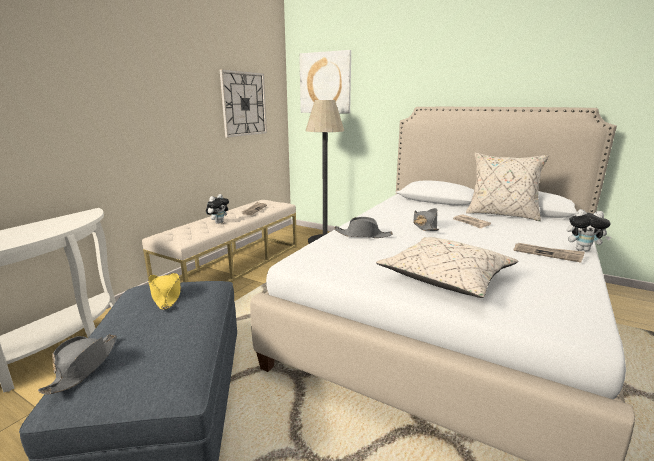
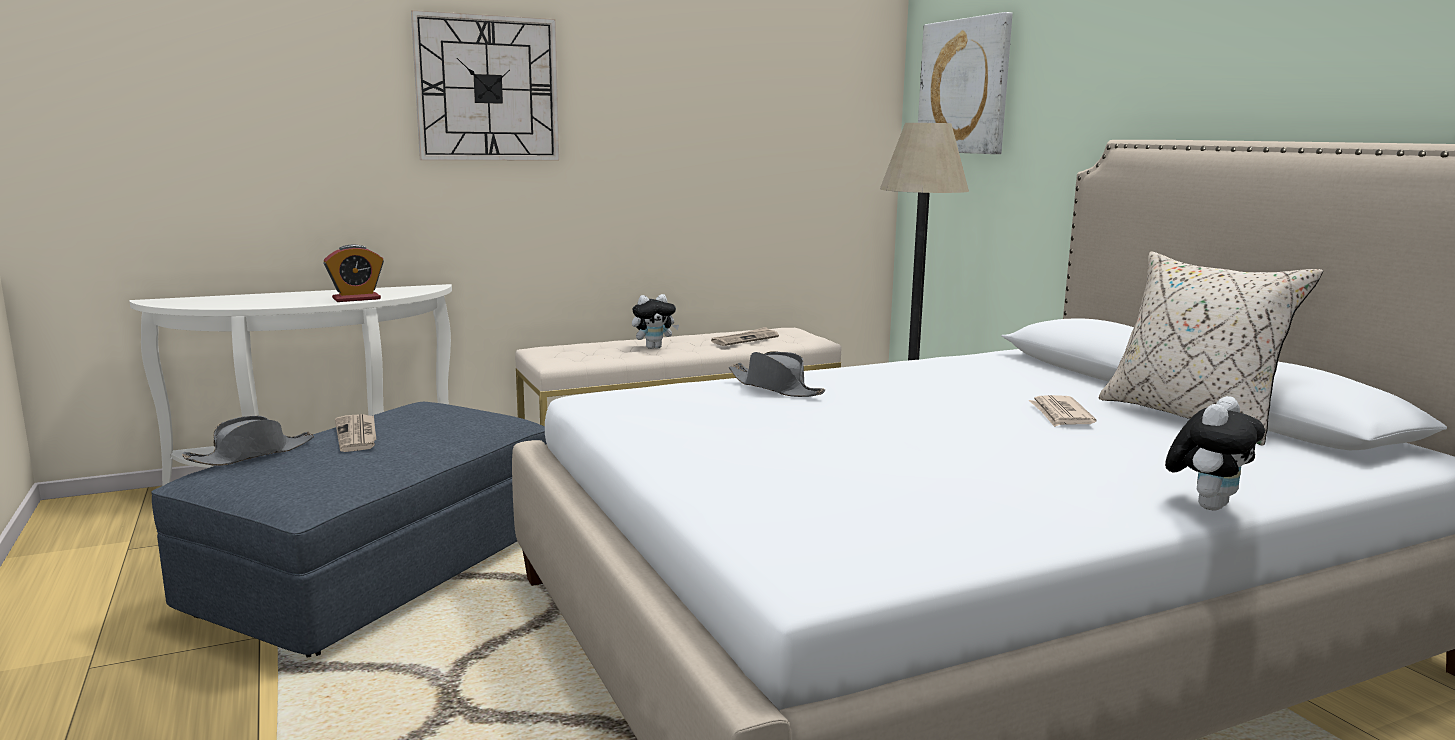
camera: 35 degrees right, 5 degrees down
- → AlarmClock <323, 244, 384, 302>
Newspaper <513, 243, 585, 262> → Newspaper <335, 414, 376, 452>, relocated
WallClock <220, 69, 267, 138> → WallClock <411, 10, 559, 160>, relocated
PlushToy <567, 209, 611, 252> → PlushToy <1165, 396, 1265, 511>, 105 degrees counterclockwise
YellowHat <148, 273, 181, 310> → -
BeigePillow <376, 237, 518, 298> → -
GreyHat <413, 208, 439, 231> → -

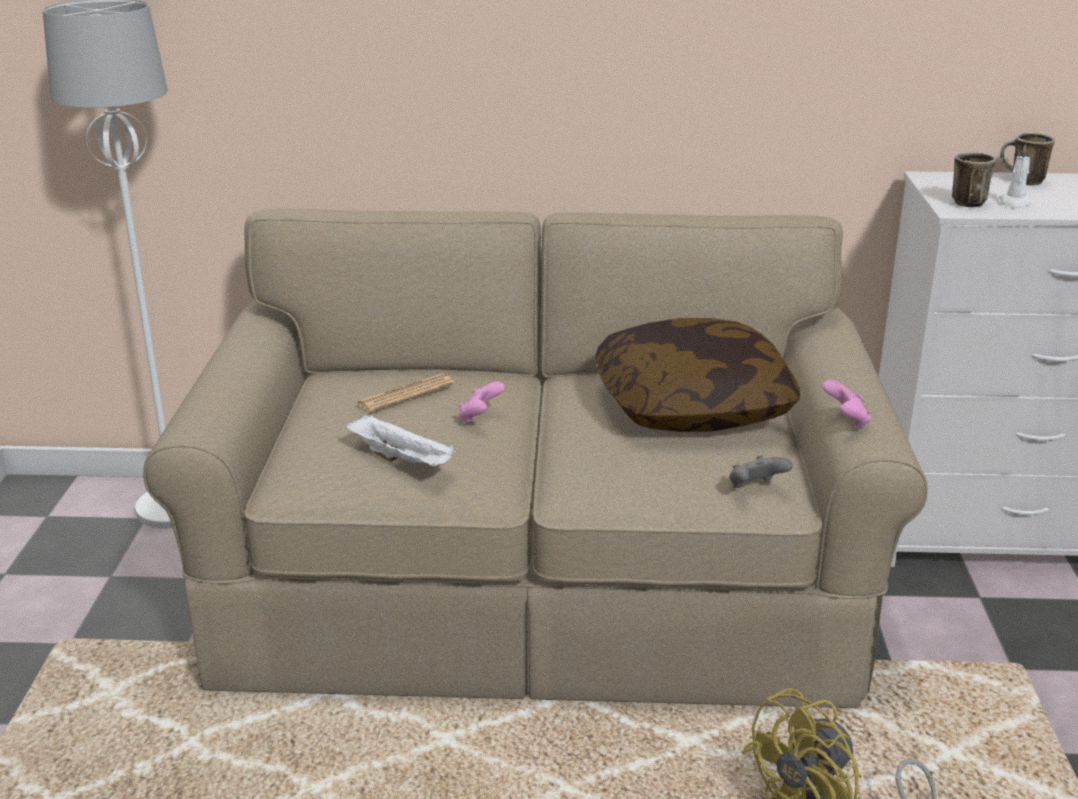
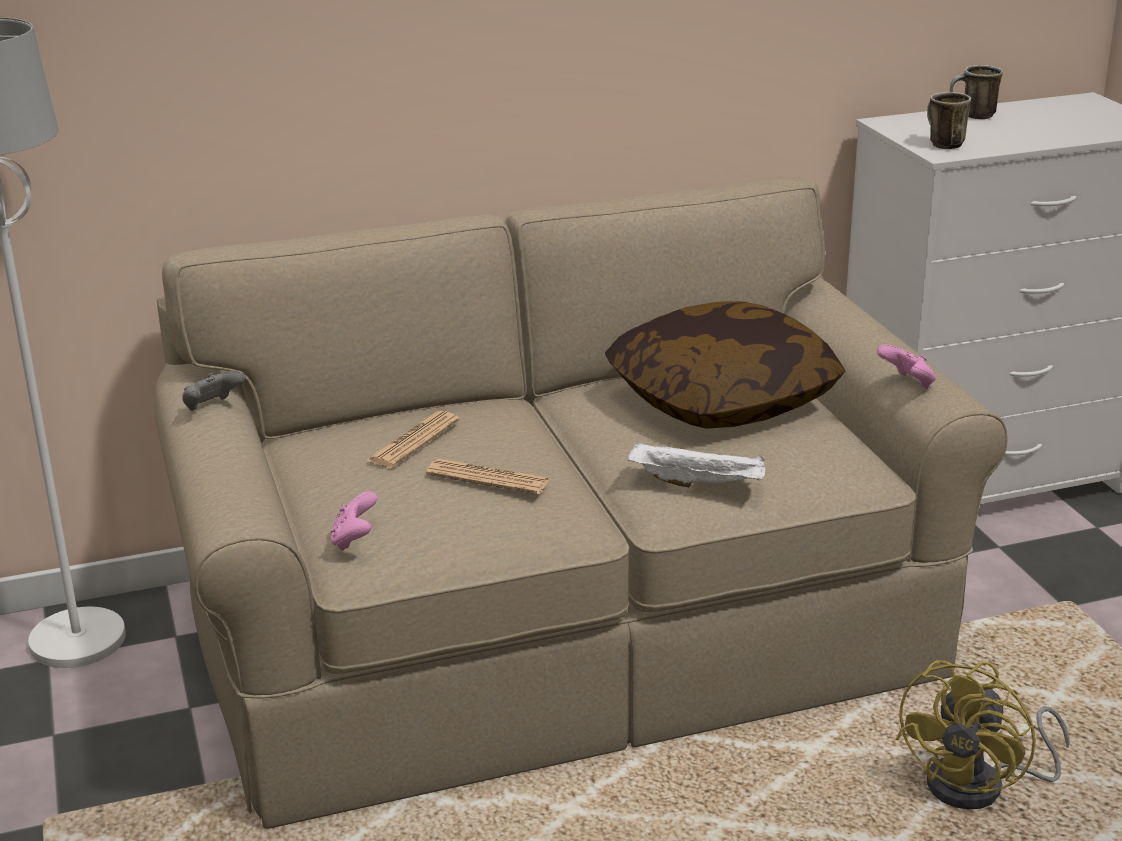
camera: 20 degrees left, 0 degrees up
GreyGameController <729, 455, 793, 488> → GreyGameController <182, 370, 245, 411>, relocated
PinkGameController <458, 381, 505, 424> → PinkGameController <330, 491, 377, 551>, relocated
- → Newspaper <426, 458, 550, 494>
WhiteTray <345, 415, 456, 466> → WhiteTray <627, 441, 766, 487>, relocated
WhiteCandle <999, 144, 1031, 209> → -

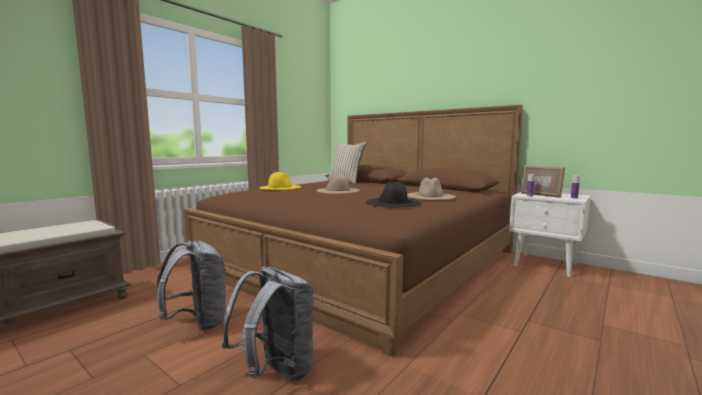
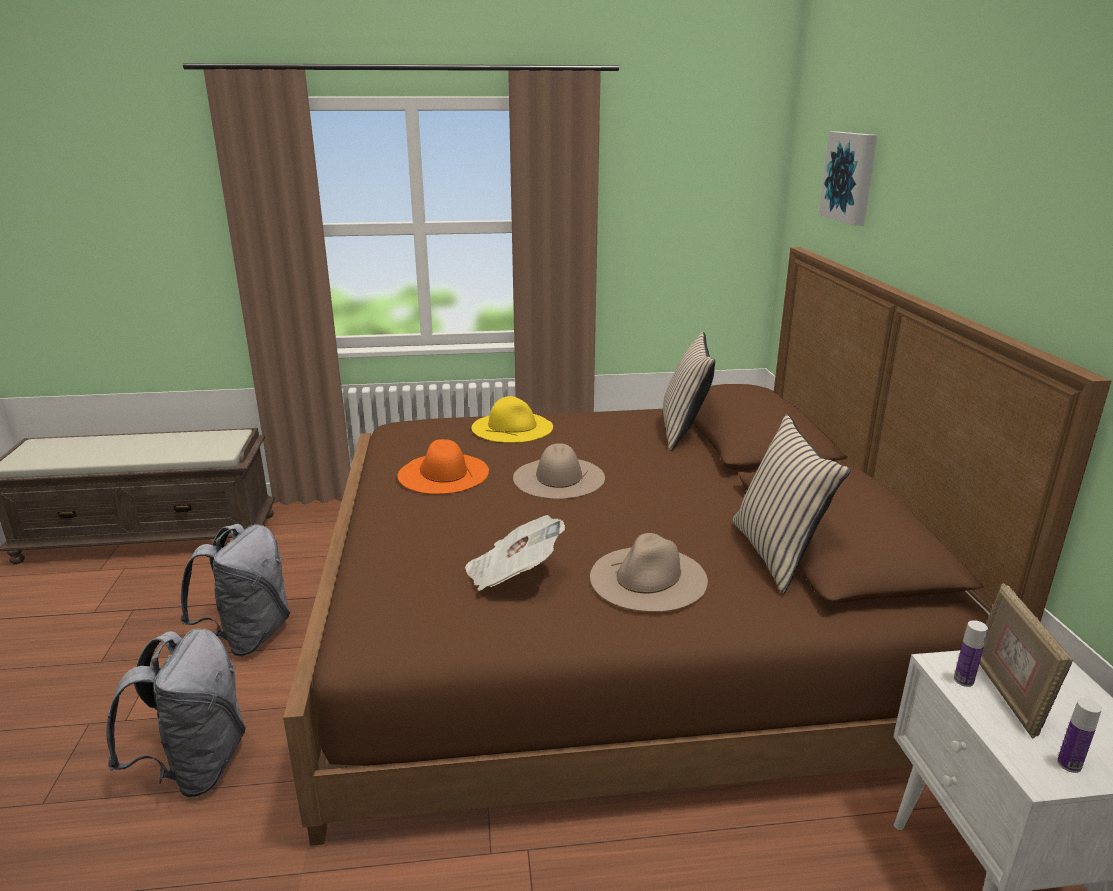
camera: 45 degrees right, 15 degrees up
- → OrangeHat <397, 439, 489, 494>
BlackHat <366, 182, 421, 208> → Newspaper <465, 515, 565, 591>
- → BeigePillow <733, 414, 851, 594>
- → Picture <819, 132, 877, 226>

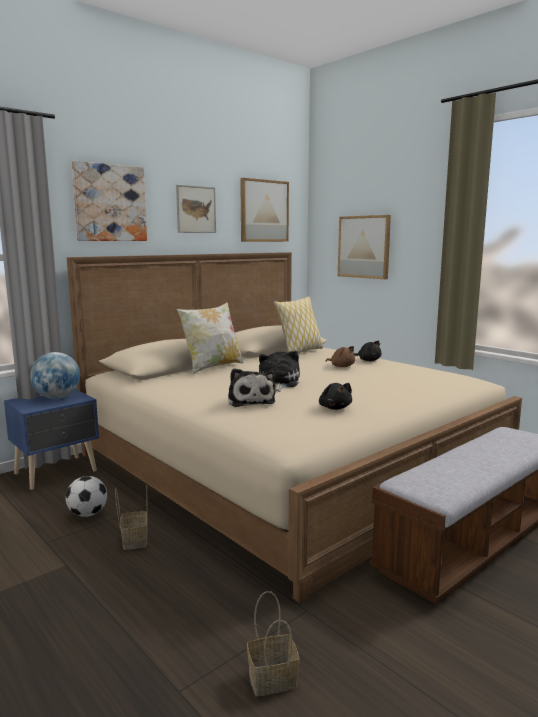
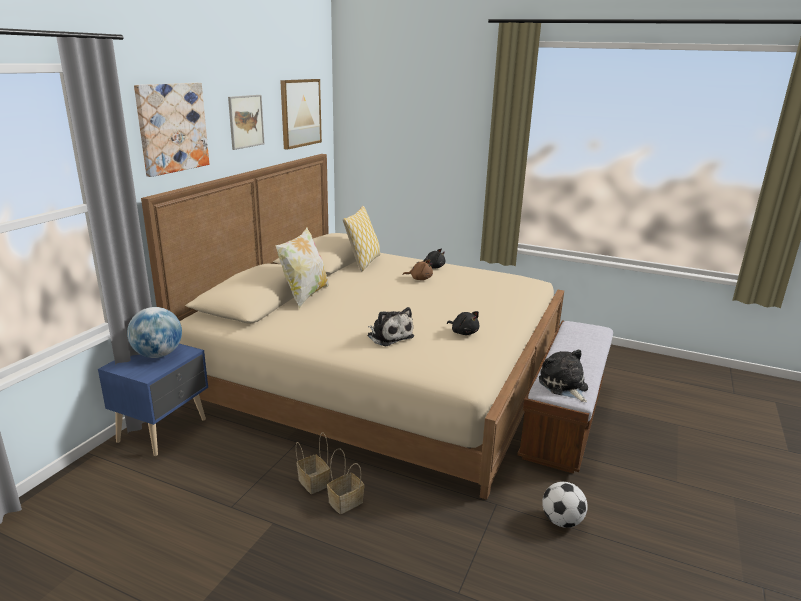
camera: 25 degrees left, 10 degrees up
Basket <247, 591, 300, 696> → Basket <327, 448, 365, 514>, relocated
PlushToy <259, 351, 300, 392> → PlushToy <539, 349, 588, 402>, relocated
Football <66, 476, 107, 517> → Football <542, 482, 588, 528>, relocated
Picture <338, 215, 391, 279> → -

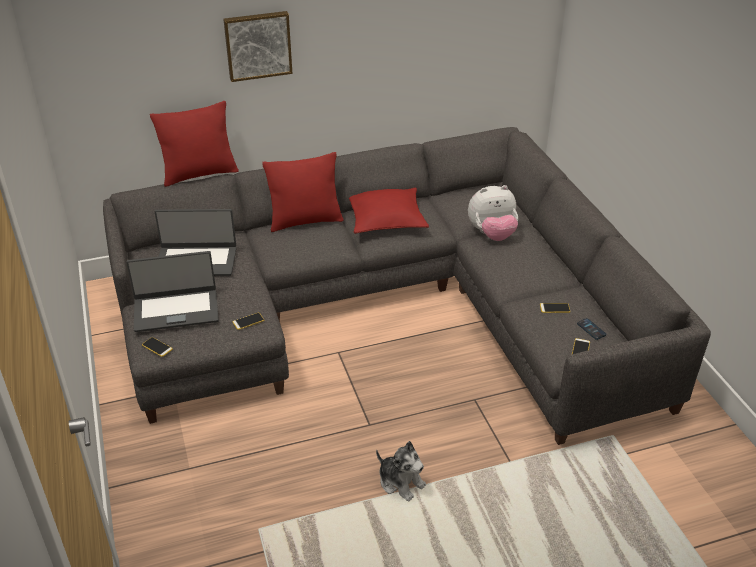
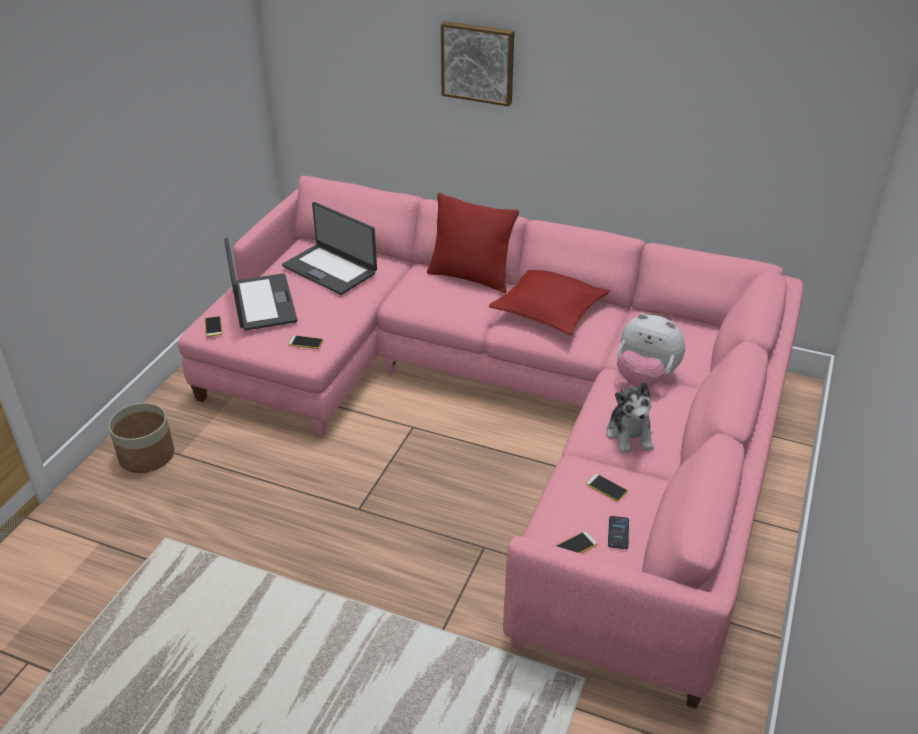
camera: 40 degrees right, 0 degrees up
- → Planter <108, 403, 174, 473>
GreySofa <103, 127, 711, 445> → PinkSofa <178, 176, 803, 709>
Laptop <126, 251, 219, 332> → Laptop <224, 238, 297, 331>, 135 degrees counterclockwise
PlushToy <376, 441, 426, 501> → PlushToy <606, 382, 654, 453>, relocated
RedPillow <150, 101, 239, 187> → -

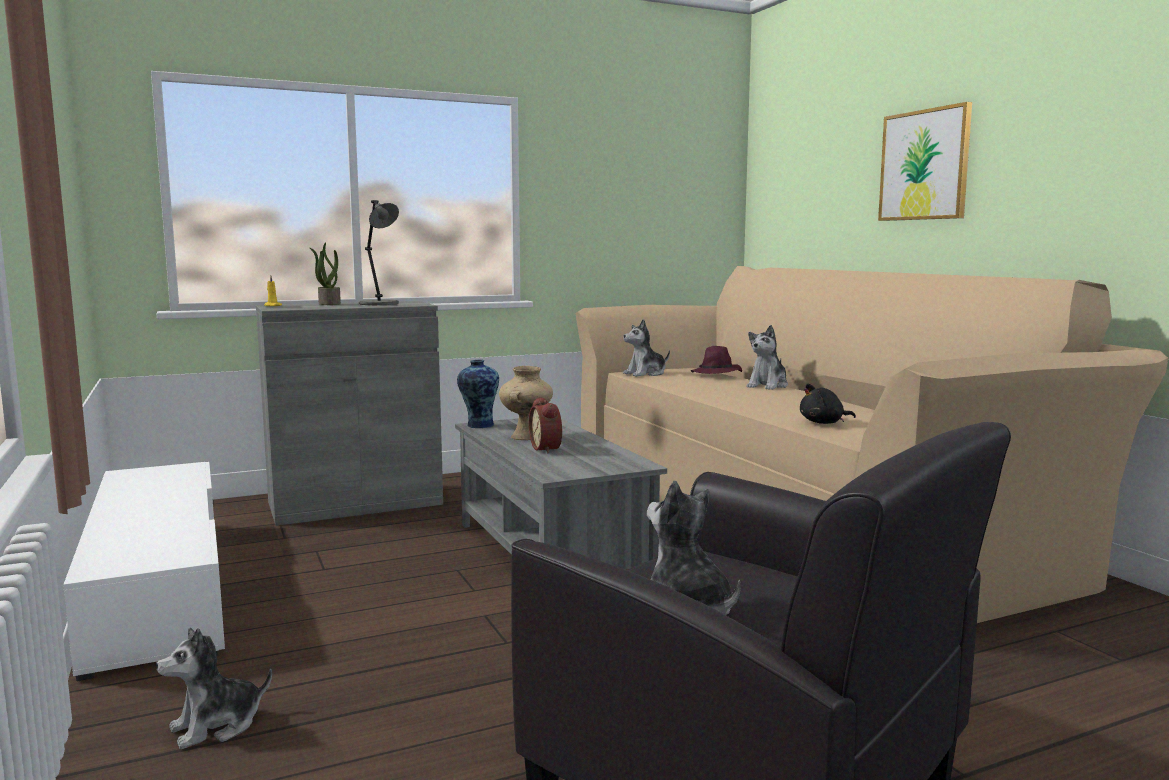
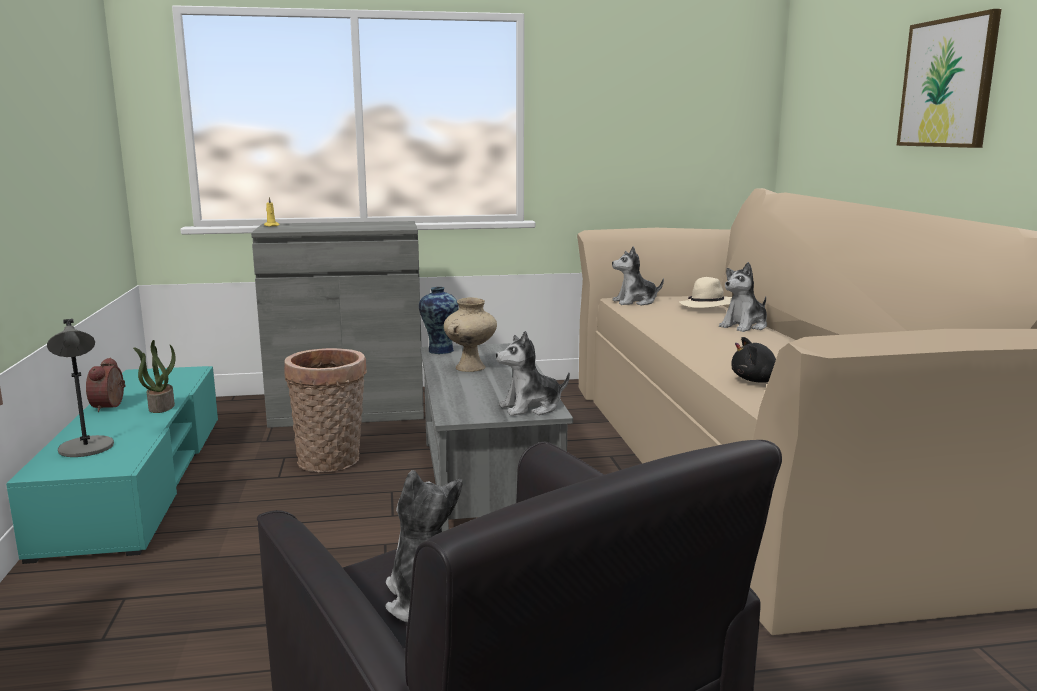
camera: 15 degrees right, 5 degrees up
WhiteTvStand <63, 462, 225, 681> → TurquoiseTvStand <6, 366, 218, 564>
GreyTableLamp <359, 200, 399, 305> → GreyTableLamp <47, 319, 114, 457>, relocated
AlarmClock <529, 397, 562, 454> → AlarmClock <86, 357, 126, 412>, relocated
PottedPlant <310, 242, 341, 305> → PottedPlant <133, 340, 176, 413>, relocated
- → Basket <284, 348, 366, 472>
PlushToy <156, 627, 272, 749> → PlushToy <496, 331, 570, 416>, relocated
PurpleHat <691, 346, 742, 374> → BeigeHat <679, 277, 732, 308>

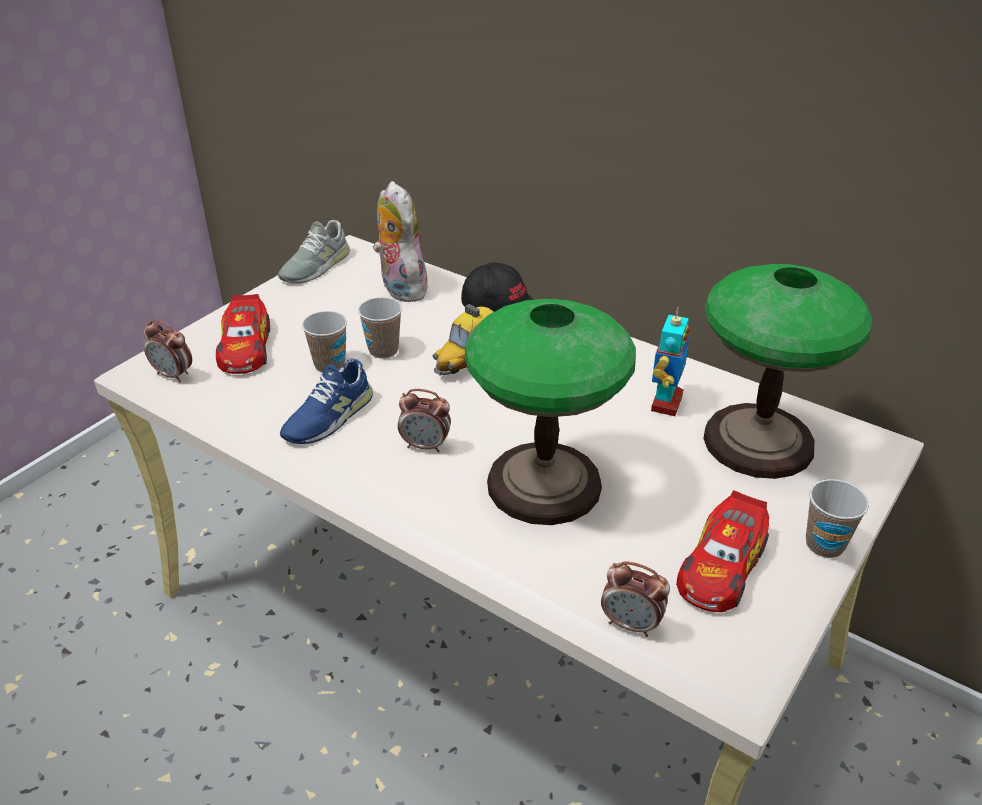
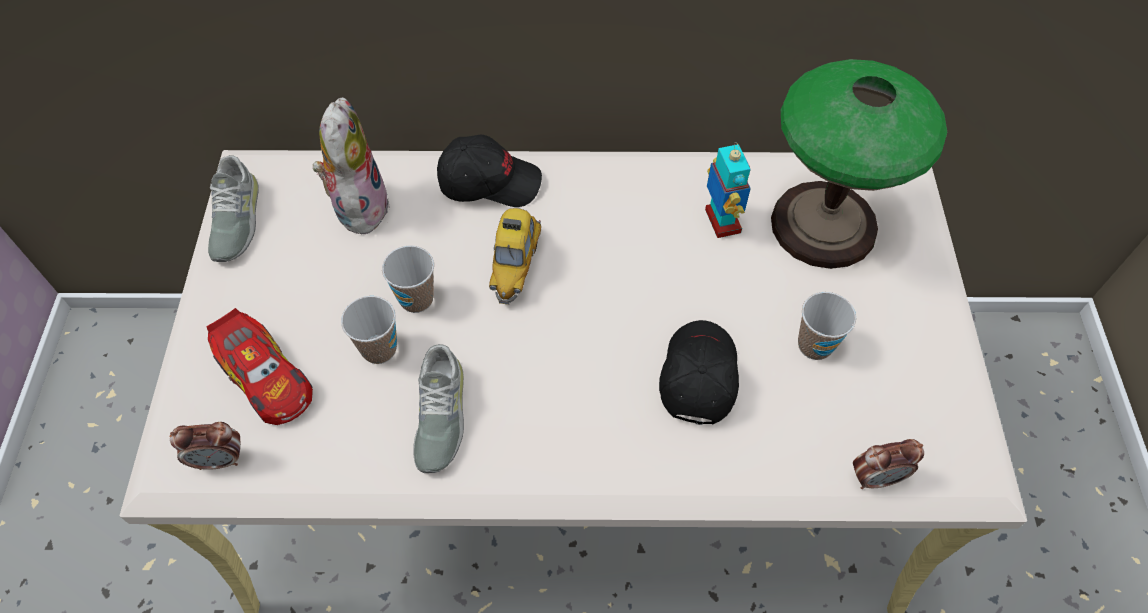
camera: 35 degrees left, 20 degrees up
PlushToy <373, 181, 428, 302> → PlushToy <312, 97, 390, 236>, 60 degrees clockwise
BlueShoe <280, 359, 373, 444> → GreyShoe <413, 344, 464, 473>
TableLamp <465, 299, 636, 525> → BlackCap <659, 320, 739, 425>
Cup <806, 479, 869, 558> → Cup <798, 292, 856, 360>, relocated
AlarmClock <398, 389, 451, 452> → -
ToyCar <676, 490, 769, 612> → -

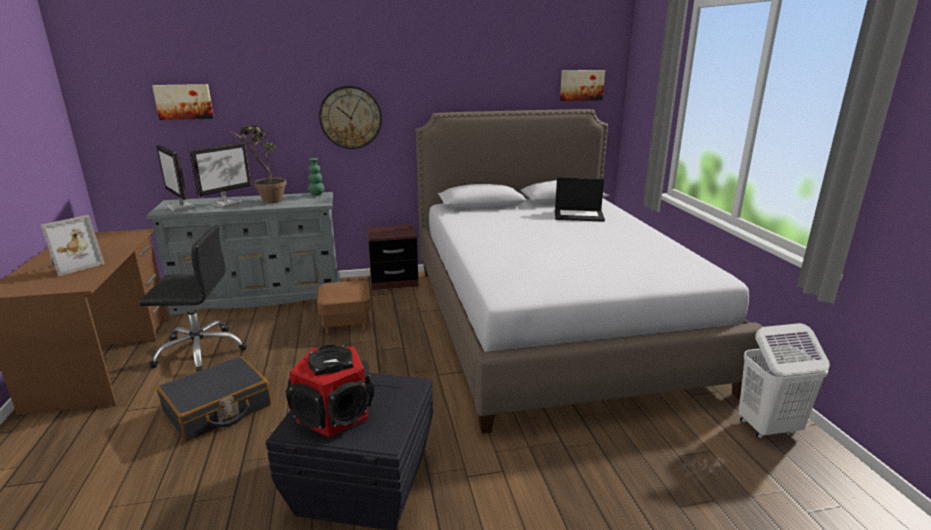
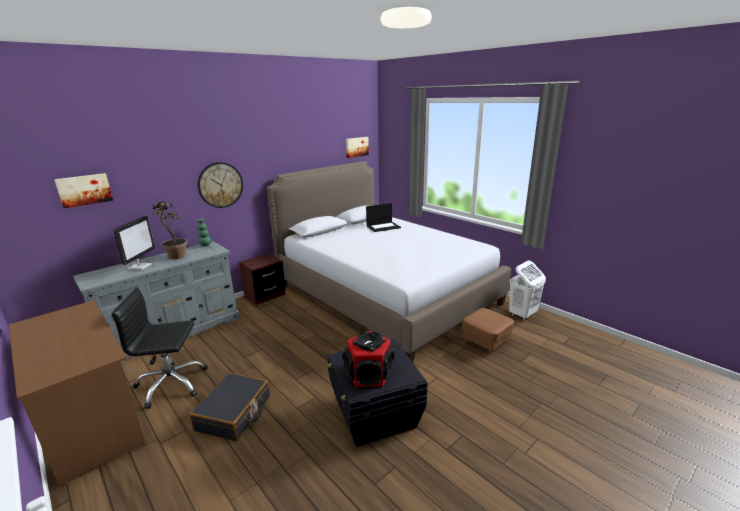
camera: 30 degrees left, 0 degrees up
BlackOfficeChair <139, 225, 247, 372> → BlackOfficeChair <111, 288, 208, 409>, 150 degrees counterclockwise
BrownOttoman <317, 280, 371, 333> → BrownOttoman <462, 308, 514, 355>, relocated
PictureFrame <41, 215, 105, 276> → -
Monitor <156, 145, 195, 211> → -

